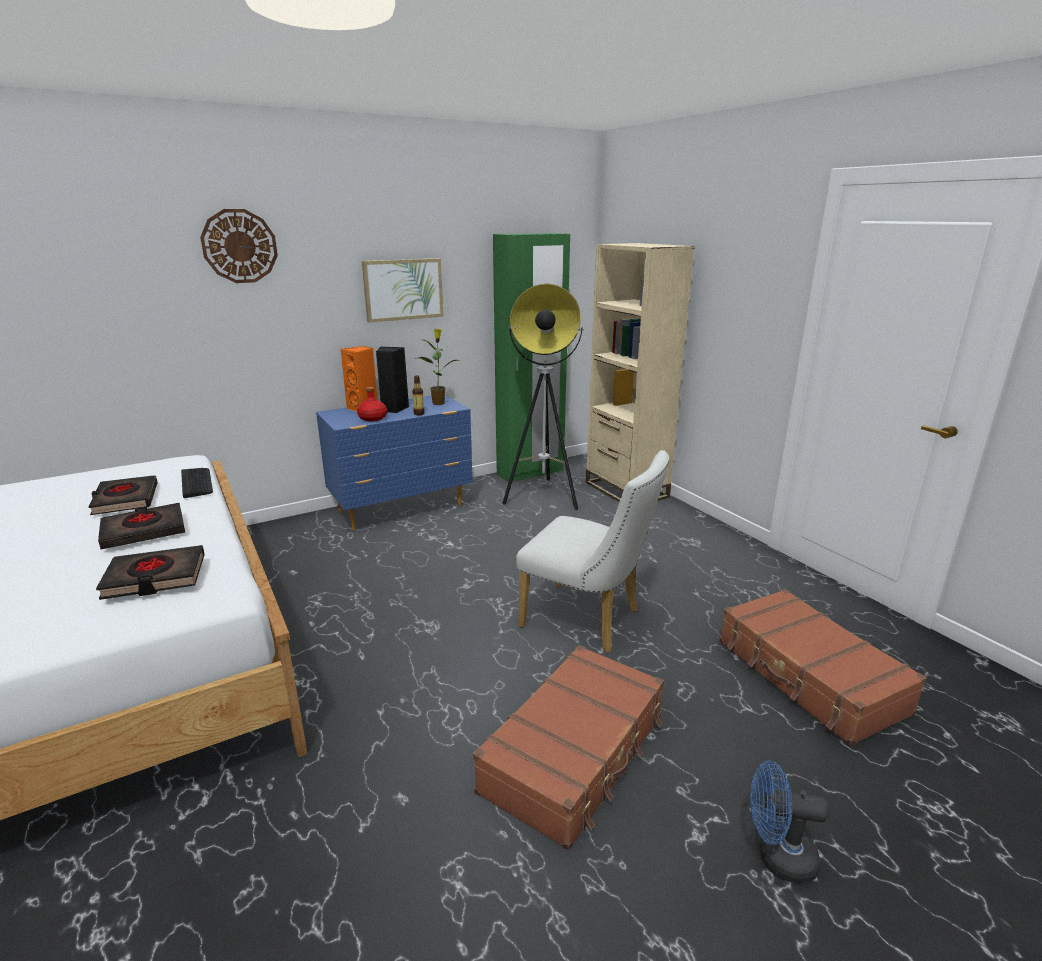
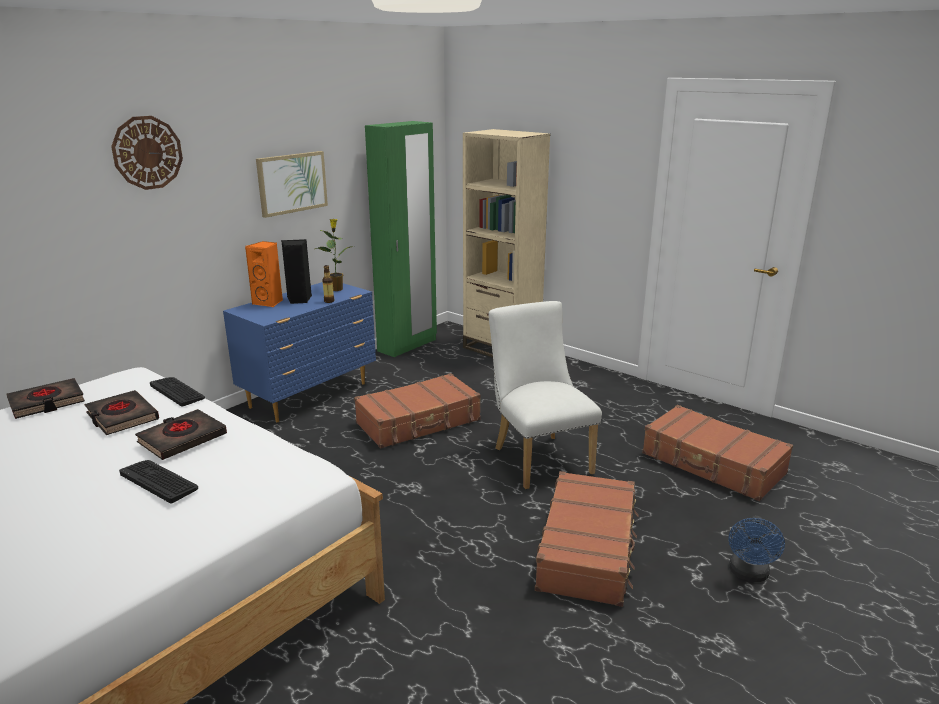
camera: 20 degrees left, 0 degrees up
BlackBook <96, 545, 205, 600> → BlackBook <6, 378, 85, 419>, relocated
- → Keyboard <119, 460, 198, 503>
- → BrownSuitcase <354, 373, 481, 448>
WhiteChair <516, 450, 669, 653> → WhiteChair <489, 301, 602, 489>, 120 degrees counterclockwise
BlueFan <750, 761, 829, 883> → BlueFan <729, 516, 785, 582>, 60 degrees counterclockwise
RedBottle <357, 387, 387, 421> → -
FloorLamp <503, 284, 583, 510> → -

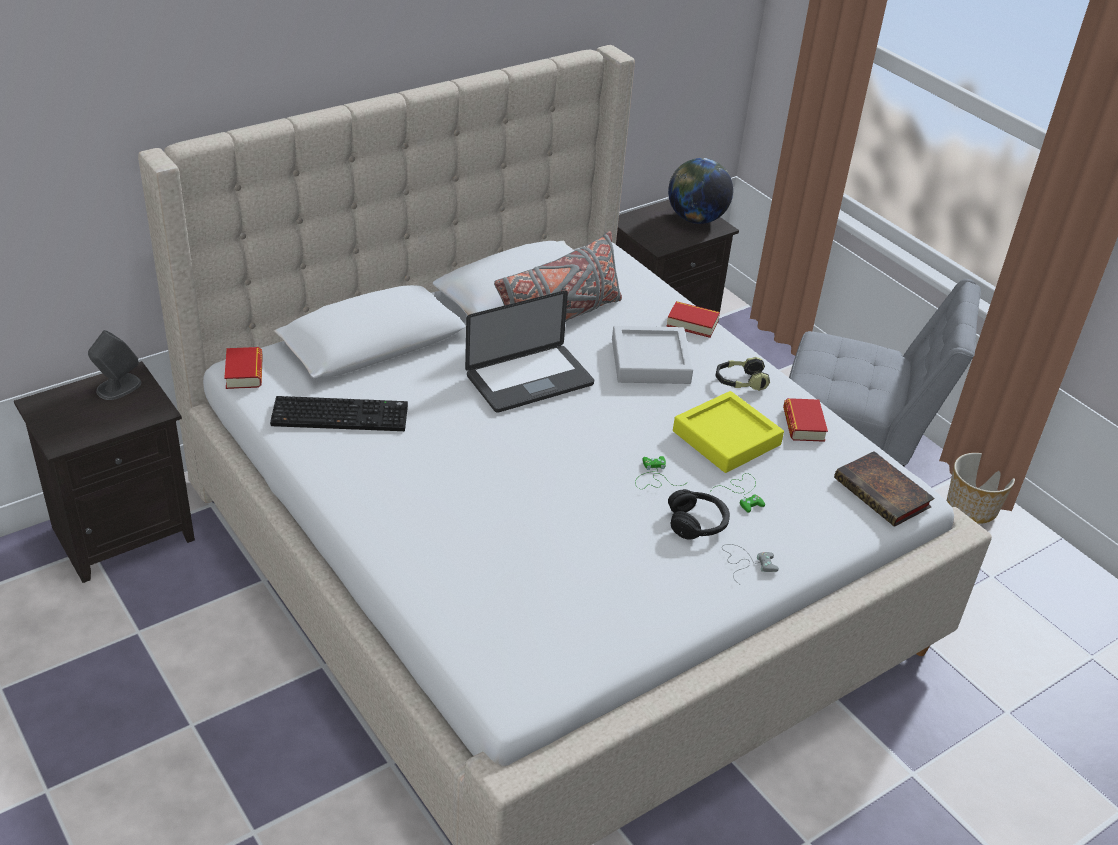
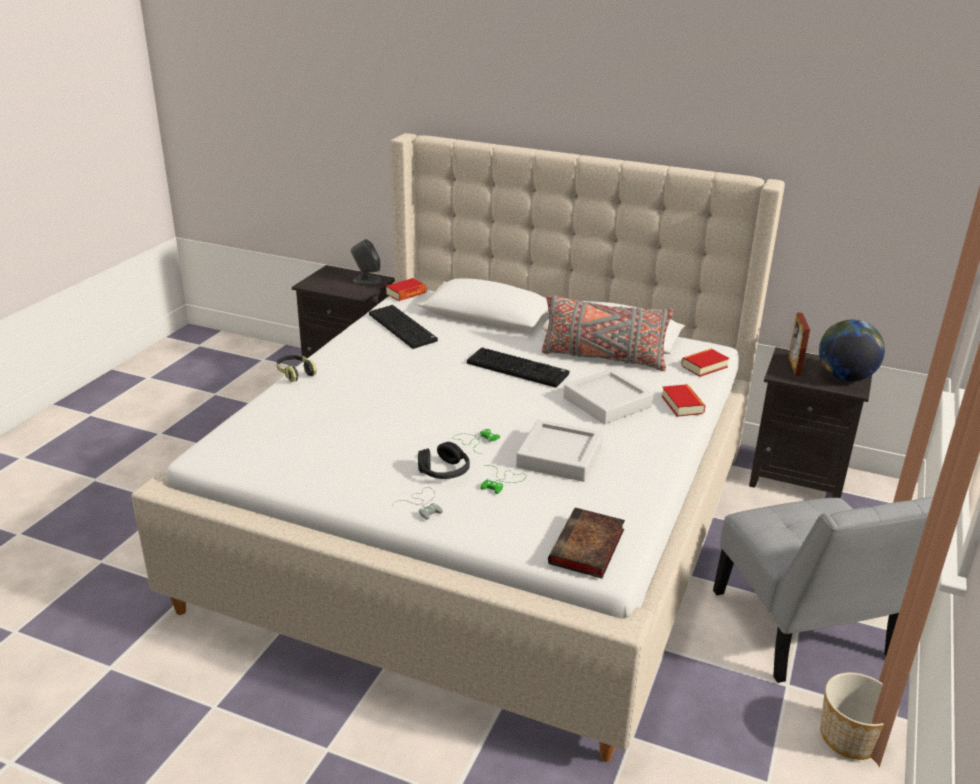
camera: 60 degrees right, 10 degrees down
Headphones <715, 357, 770, 391> → Headphones <277, 355, 317, 382>, relocated
Laptop <465, 291, 594, 413> → Keyboard <467, 347, 569, 388>
YellowTray <673, 391, 784, 473> → GreyTray <516, 419, 603, 482>
Book <783, 398, 828, 442> → Book <681, 349, 729, 377>, relocated
- → PictureFrame <788, 313, 810, 376>

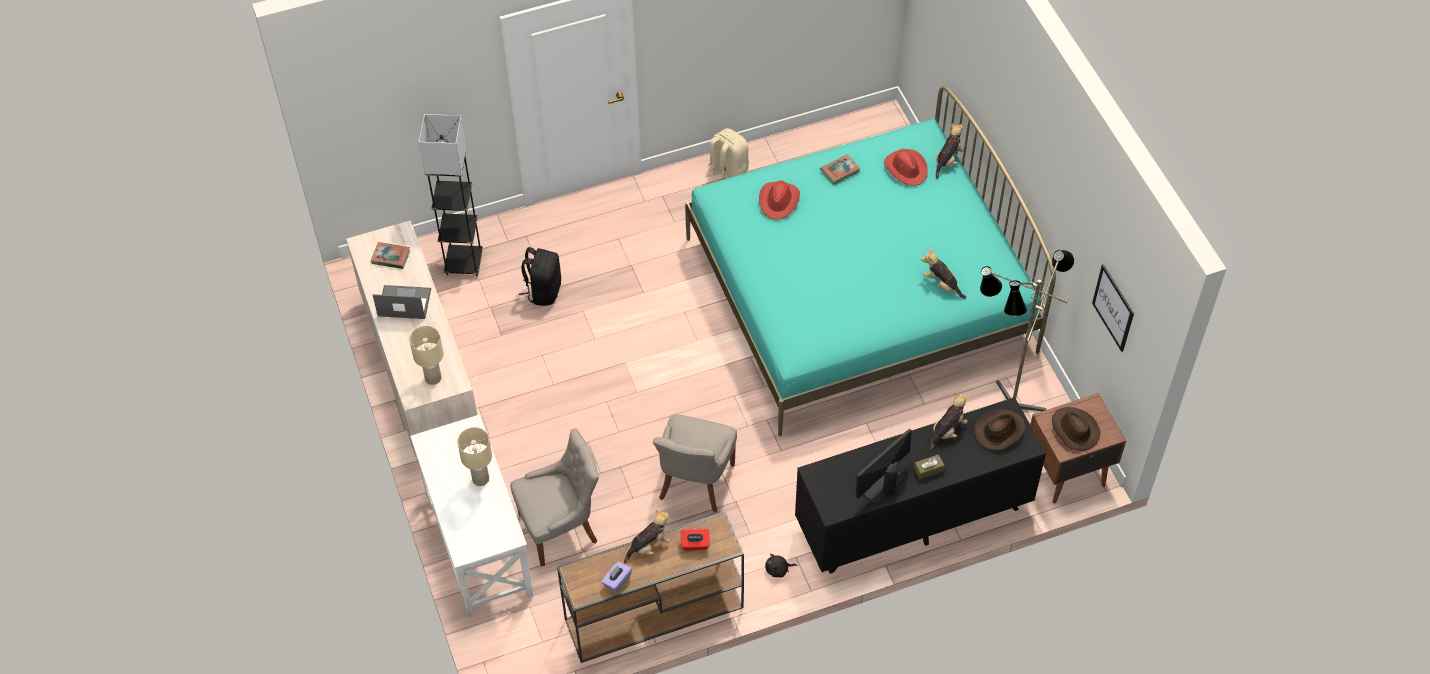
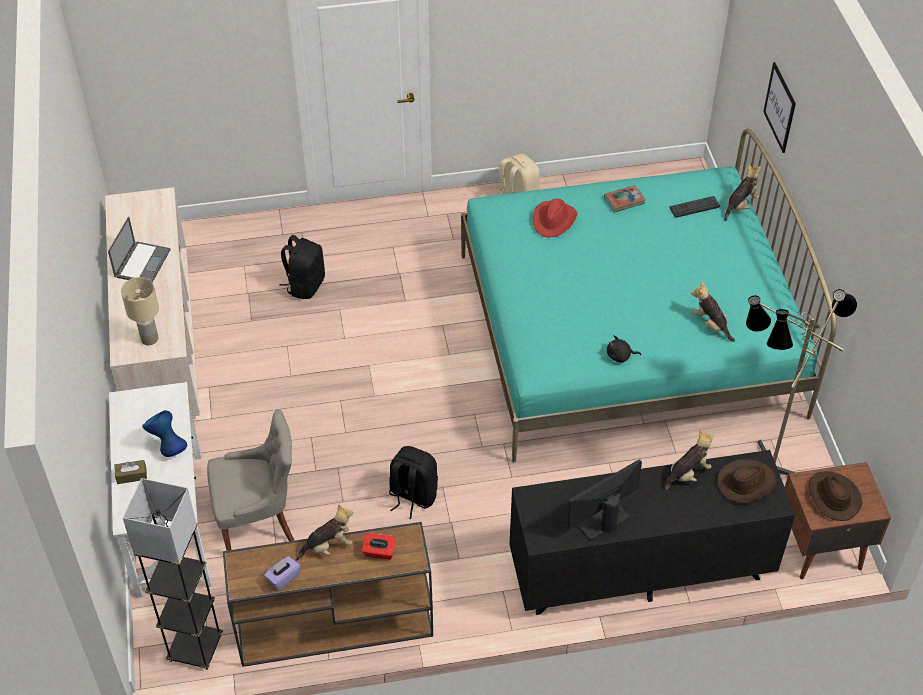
camera: 10 degrees right, 5 degrees down
Laptop <373, 285, 431, 319> → Laptop <108, 216, 171, 283>, 90 degrees clockwise
BrownTissueBox <914, 454, 945, 479> → BrownTissueBox <114, 460, 147, 484>, relocated
GreyFloorLamp <419, 114, 483, 276> → GreyFloorLamp <123, 478, 223, 670>, relocated
BeigeTableLamp <457, 427, 492, 486> → BlueVase <142, 410, 187, 457>
GreyChair <653, 415, 737, 513> → BlackBackpack <389, 446, 438, 519>
BlackPlushToy <765, 554, 798, 578> → BlackPlushToy <607, 335, 641, 362>, relocated
RedHat <884, 149, 928, 186> → Keyboard <670, 196, 720, 218>
Picture <1092, 264, 1134, 352> → Picture <763, 62, 796, 153>, relocated
Book <371, 242, 410, 269> → -

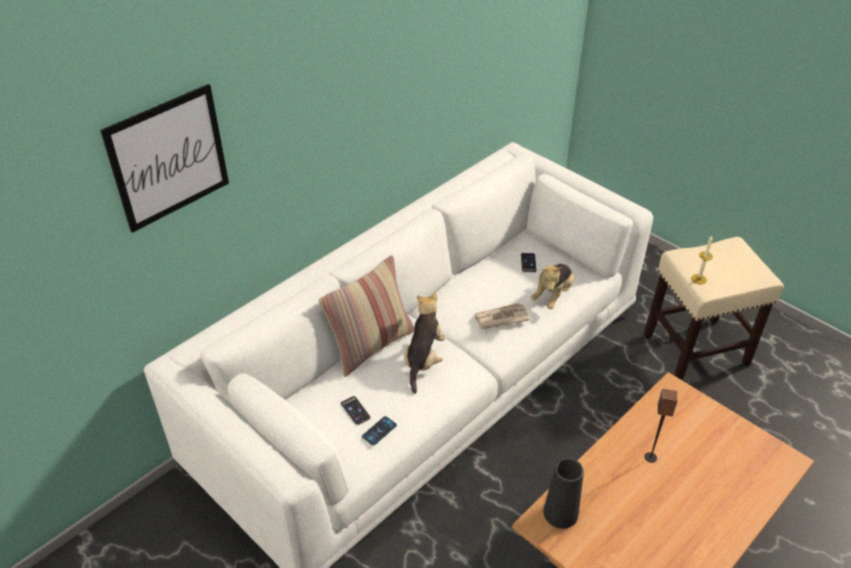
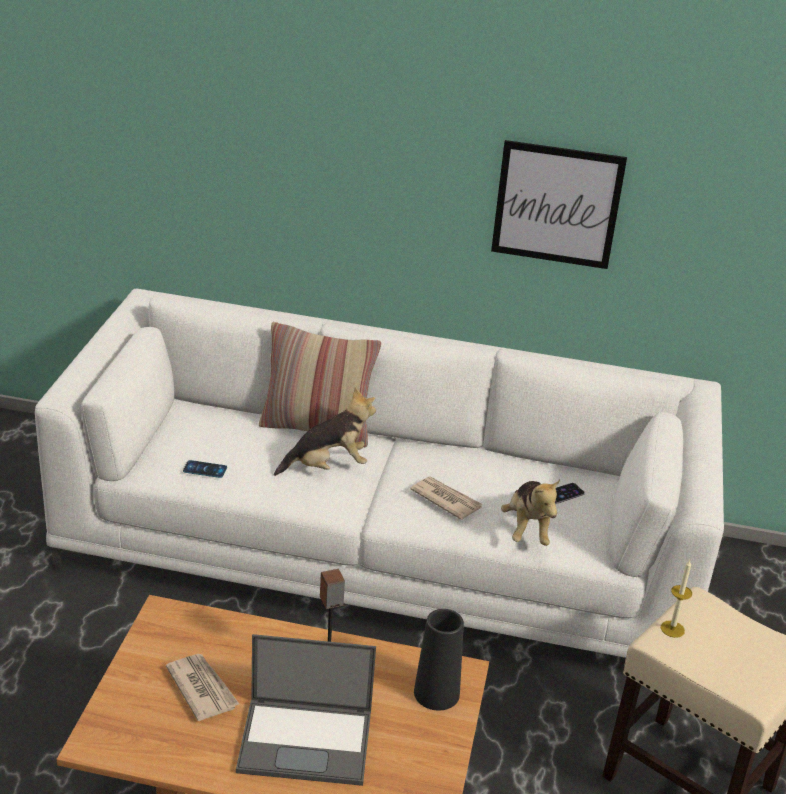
camera: 55 degrees right, 10 degrees down
- → Newspaper <166, 654, 239, 721>
- → Laptop <236, 634, 376, 786>
BlackVase <543, 458, 584, 529> → BlackVase <414, 609, 464, 711>, relocated
Picture <100, 84, 229, 233> → Picture <491, 140, 627, 269>, relocated
PlushToy <531, 264, 574, 309> → PlushToy <501, 479, 560, 546>, 90 degrees counterclockwise
Phone <341, 396, 371, 425> → -

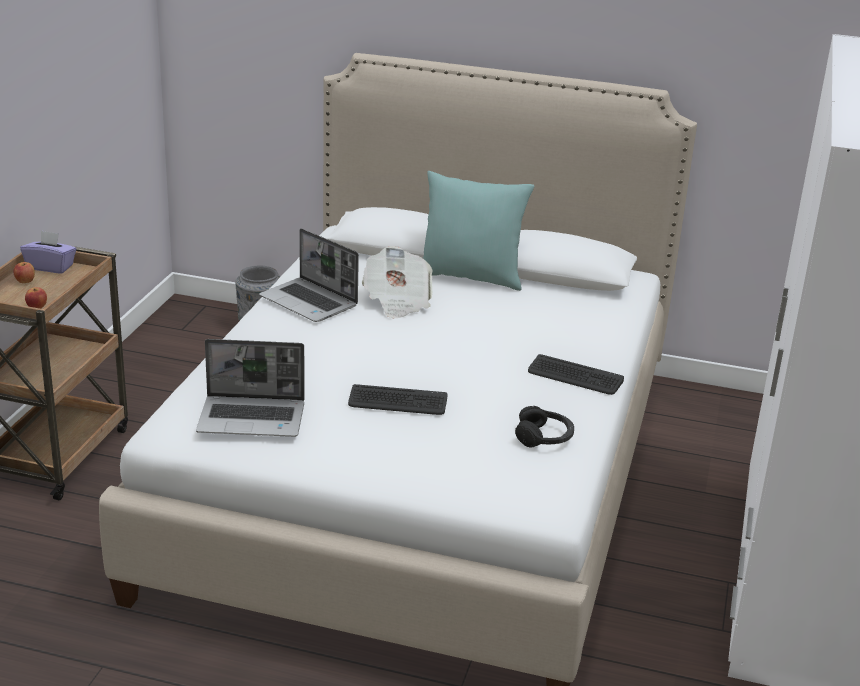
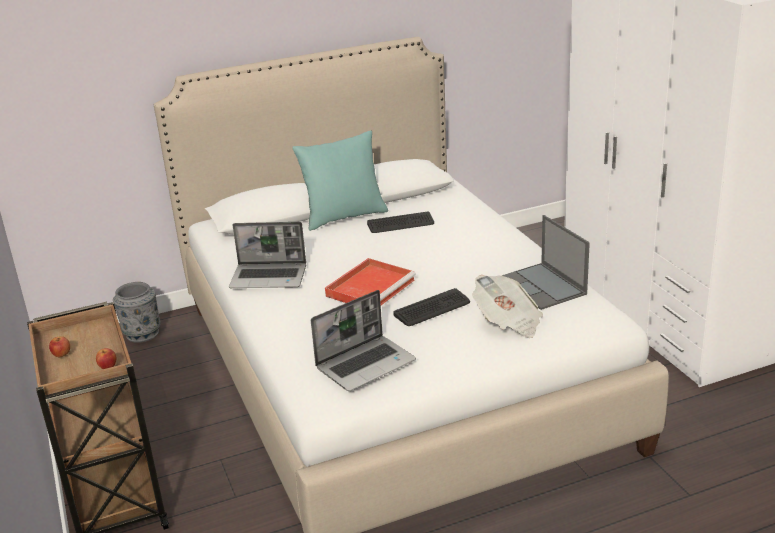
camera: 35 degrees left, 0 degrees up
- → RedTray <325, 258, 416, 305>
Keyboard <528, 354, 624, 395> → Keyboard <367, 212, 434, 233>, relocated
Newspaper <362, 246, 433, 319> → Newspaper <472, 275, 543, 338>, relocated
BlackHeadphones <515, 406, 574, 448> → Laptop <502, 215, 590, 310>
PurpleTissueBox <20, 230, 77, 274> → -

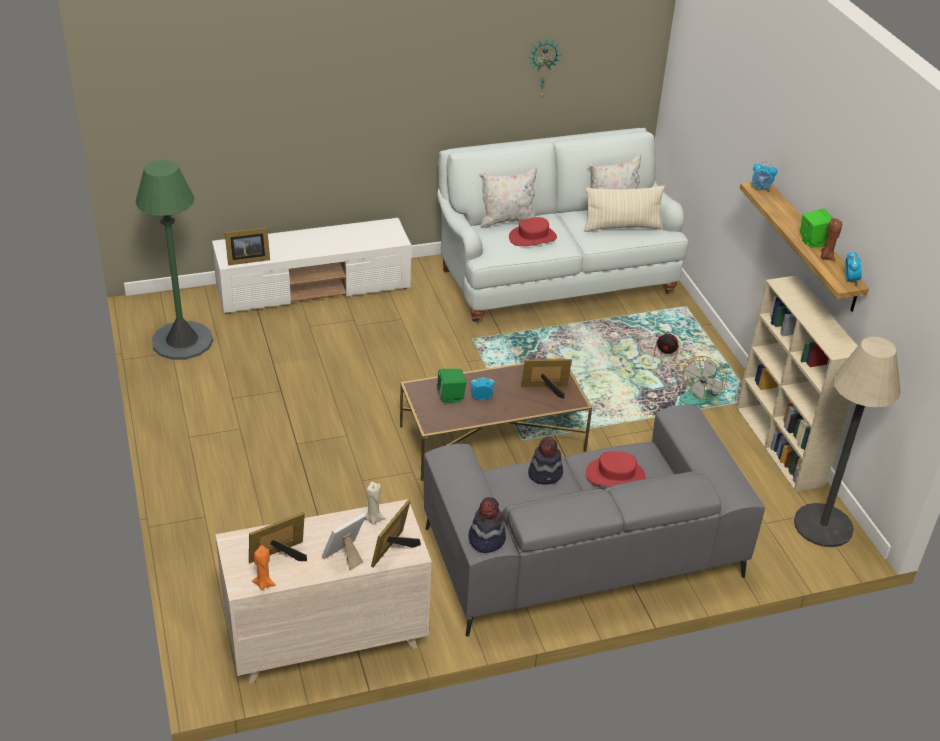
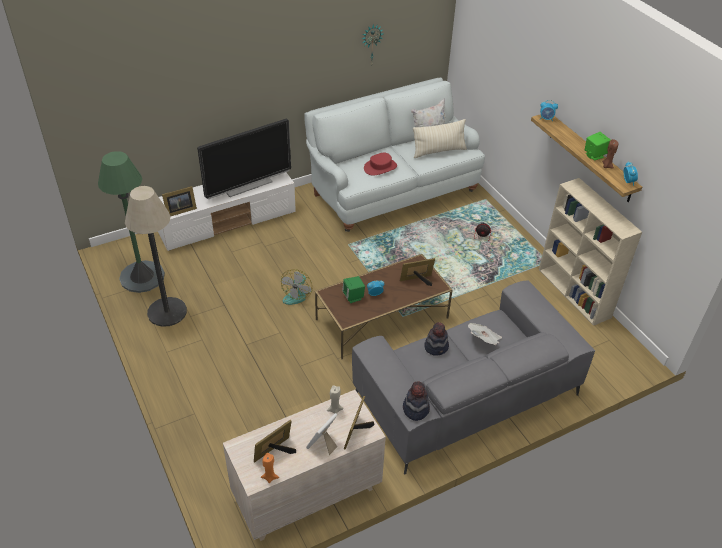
camera: 10 degrees left, 5 degrees up
FloorLamp <794, 337, 901, 547> → FloorLamp <125, 186, 187, 327>, relocated
- → Television <197, 118, 291, 199>
Fan <679, 356, 727, 406> → Fan <281, 269, 312, 305>, relocated
RedHat <586, 451, 646, 486> → Newspaper <468, 323, 502, 345>
WhitePillow <479, 168, 537, 228> → -

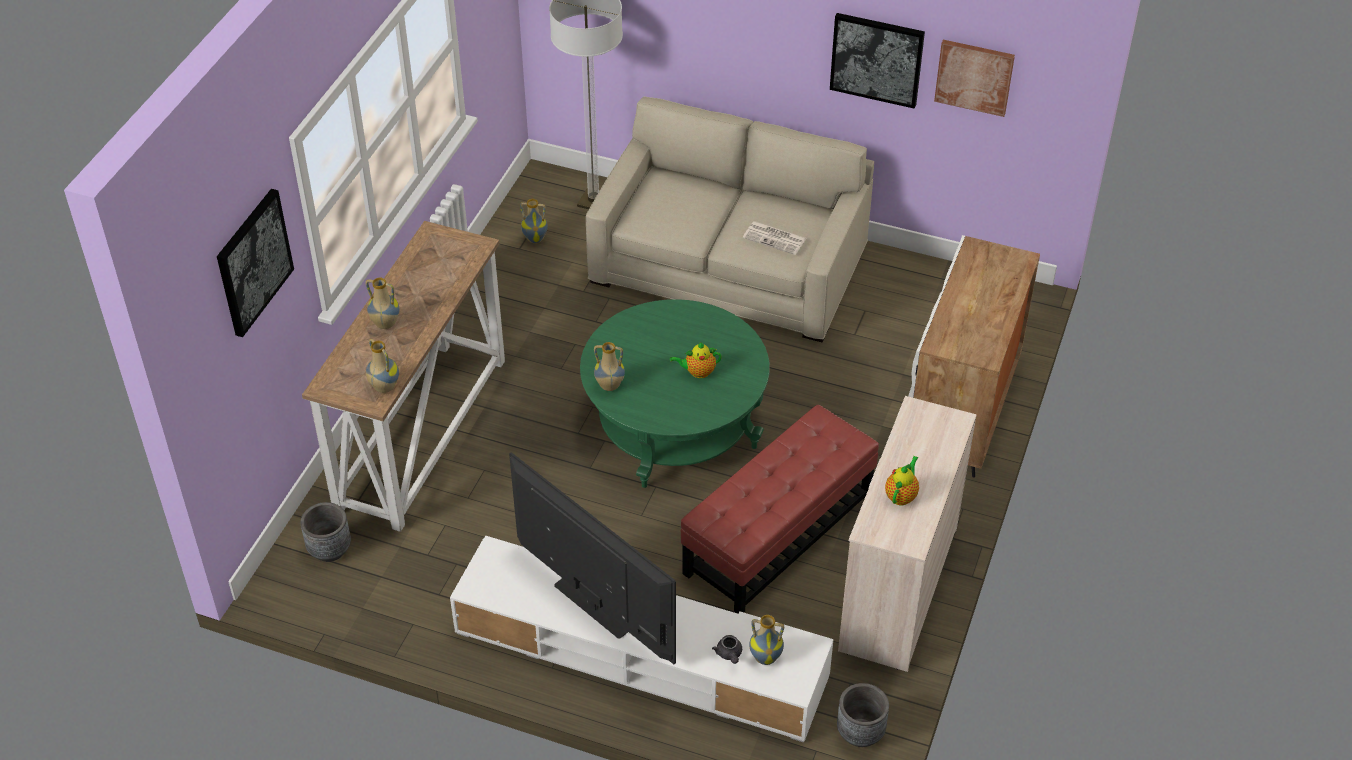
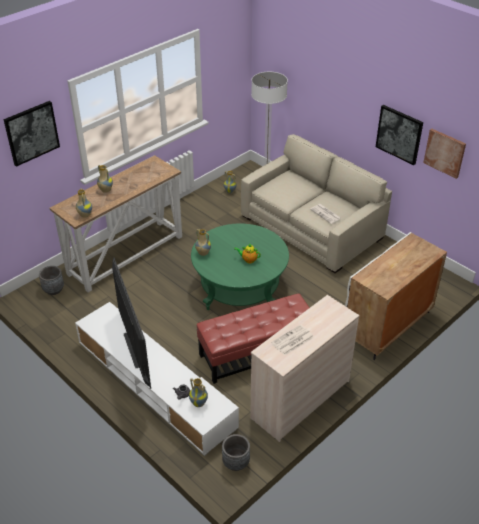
camera: 25 degrees right, 5 degrees down
Teapot <885, 456, 919, 505> → Newspaper <271, 324, 314, 355>

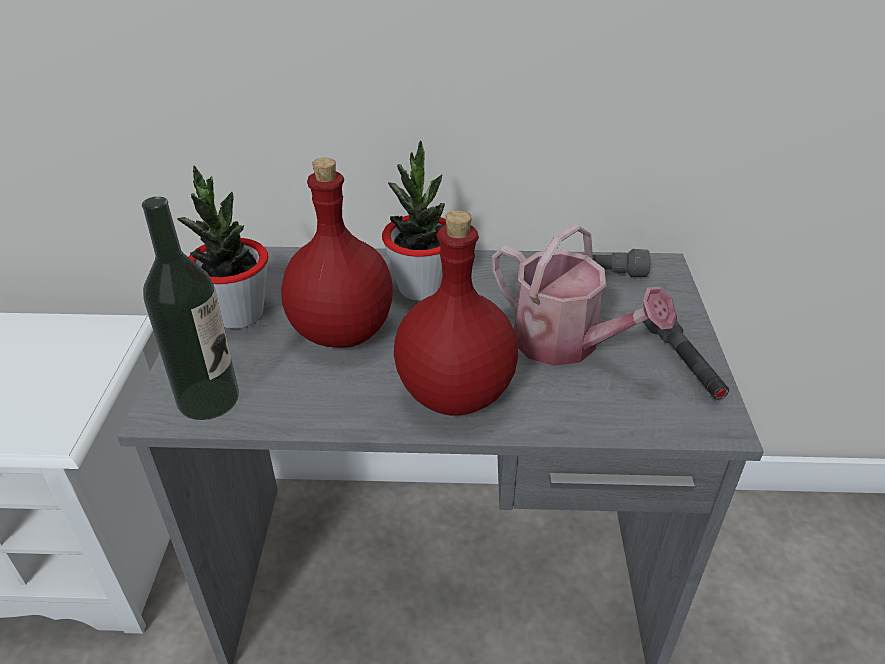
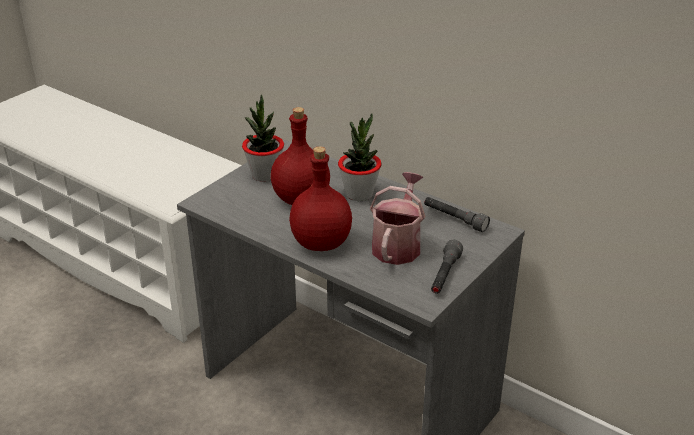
camera: 35 degrees right, 5 degrees down
WateringCan <491, 224, 677, 366> → WateringCan <370, 172, 425, 265>, 150 degrees counterclockwise
Bottle <142, 196, 239, 420> → -

